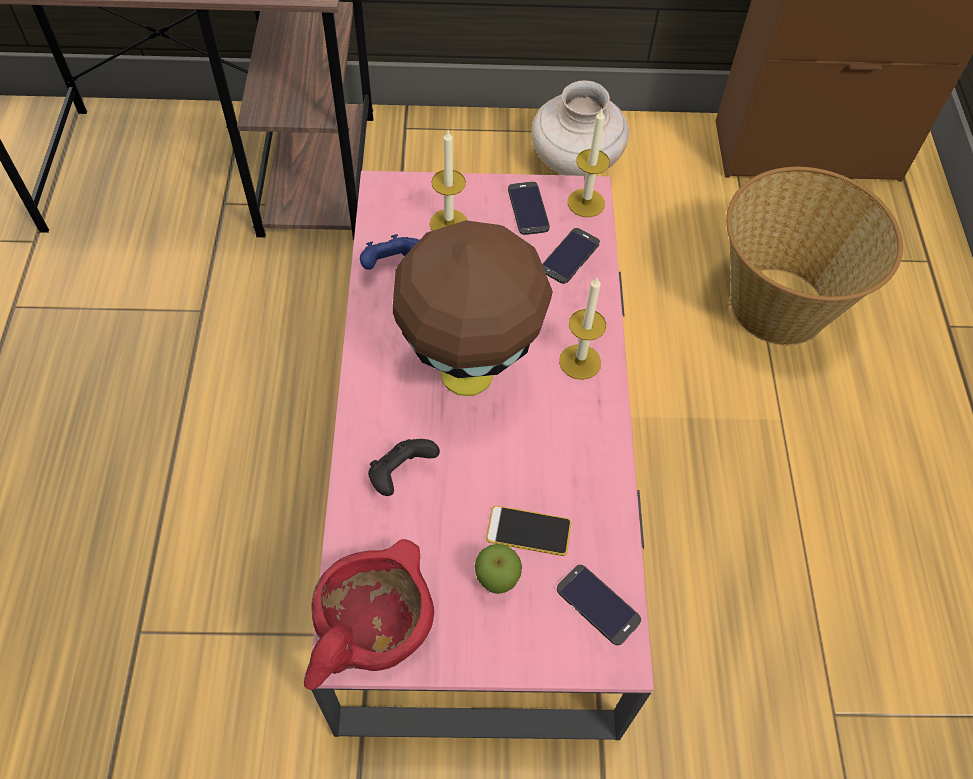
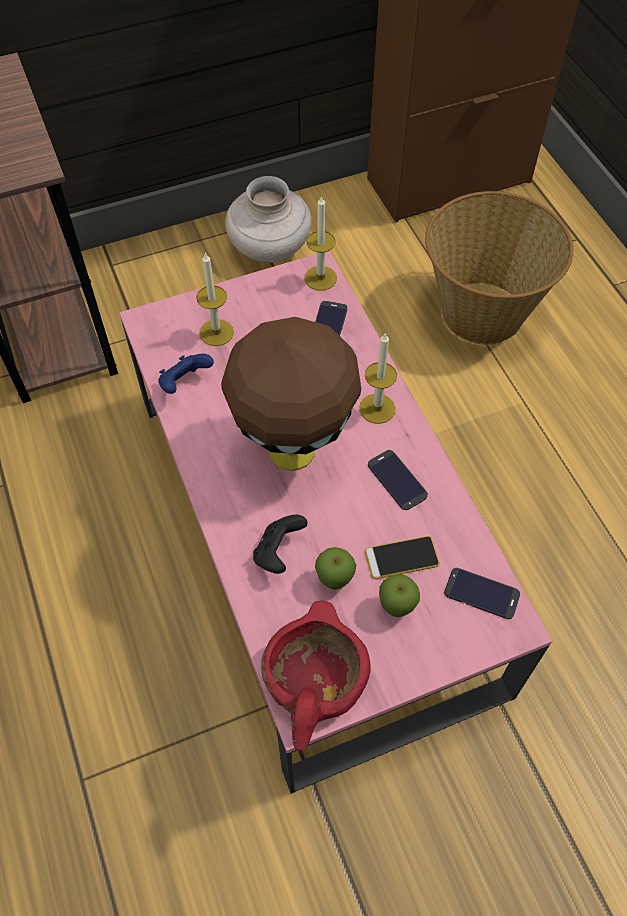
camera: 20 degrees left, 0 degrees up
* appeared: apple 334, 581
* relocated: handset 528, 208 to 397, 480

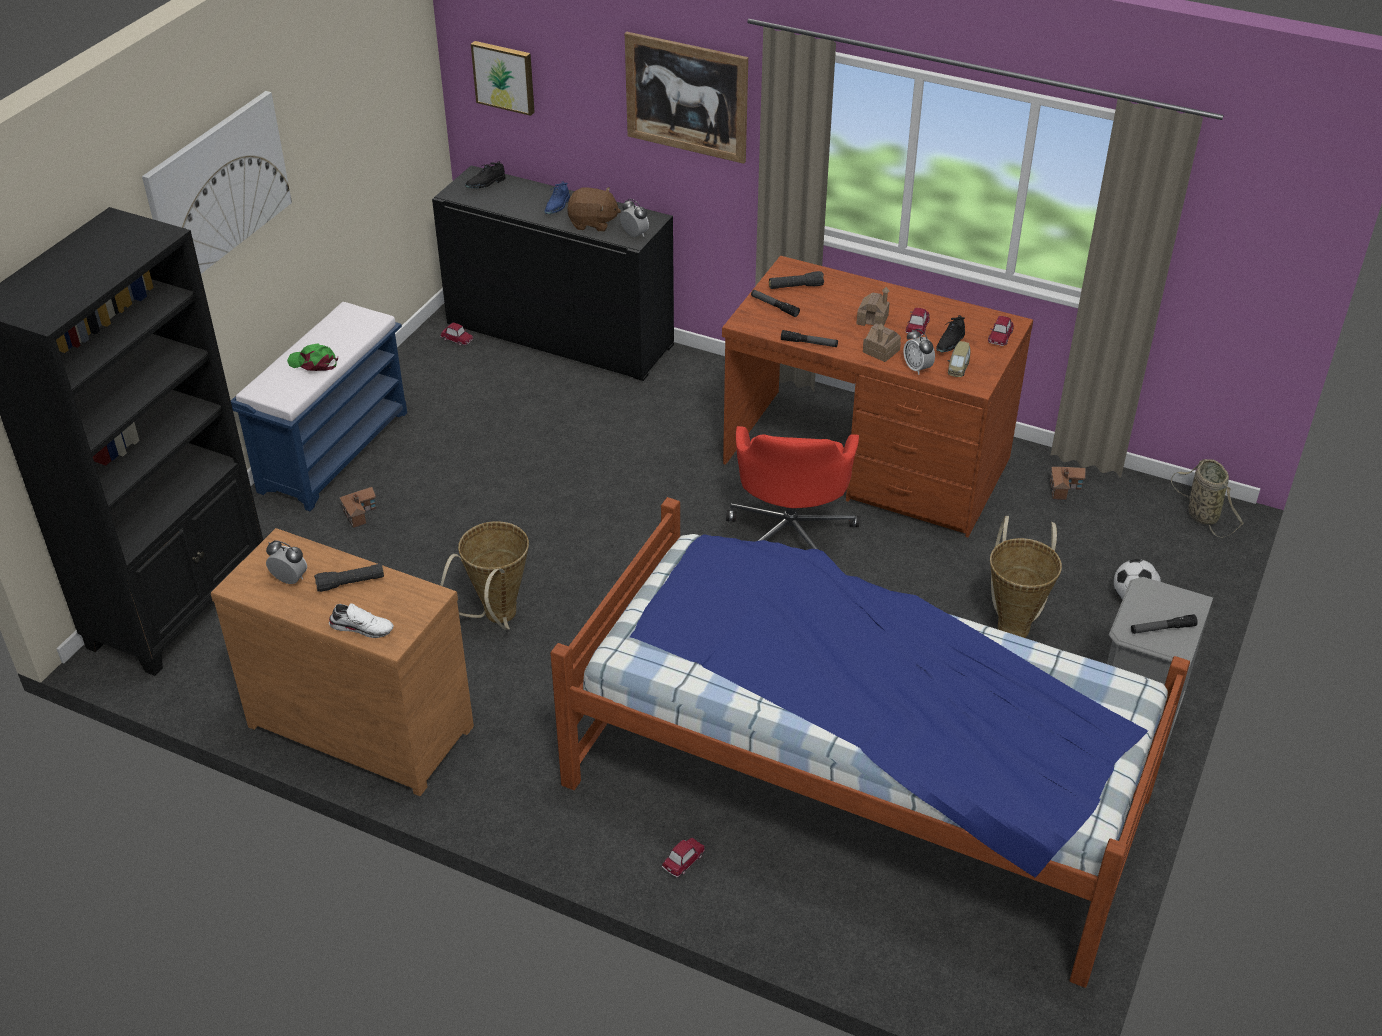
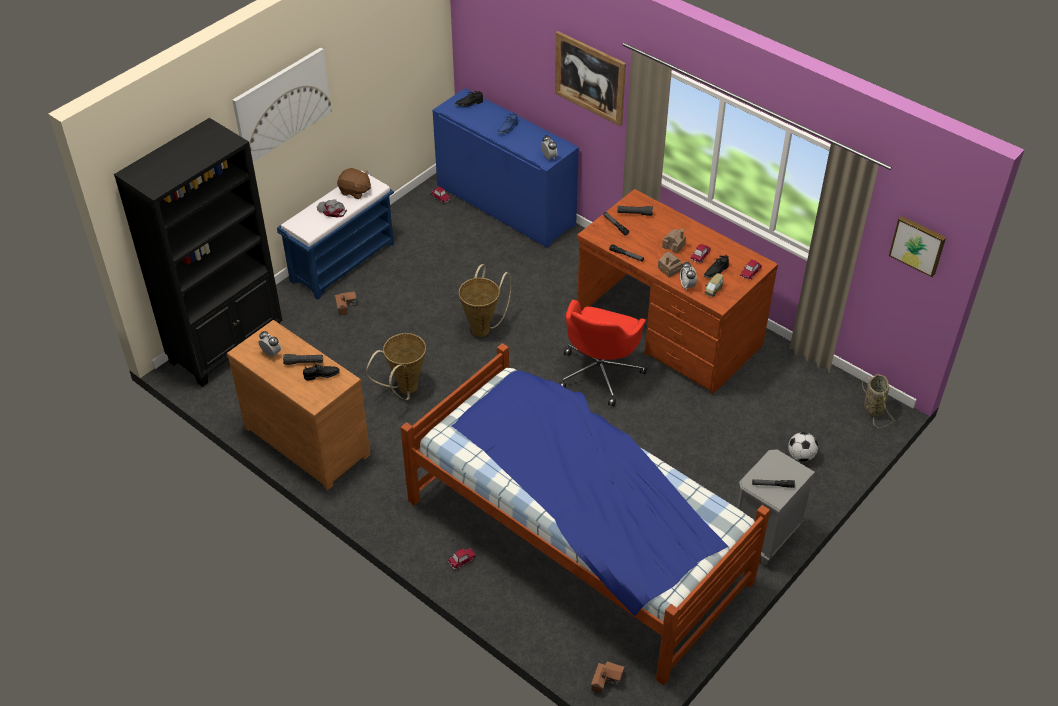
camera: 15 degrees right, 5 degrees up
* missing: white shoe 362, 627
* appeared: black shoe 322, 375
* relocated: wall picture 504, 76 to 918, 245
* relocated: brownish plush toy 593, 223 to 355, 191
* relocated: basket 1014, 624 to 483, 328
* relocated: model house 1065, 486 to 607, 680
* colour: green-coloured baseball cap 313, 363 to greyish baseball cap 332, 210
* colour: black storage cabinet 559, 335 to blue storage cabinet 505, 205

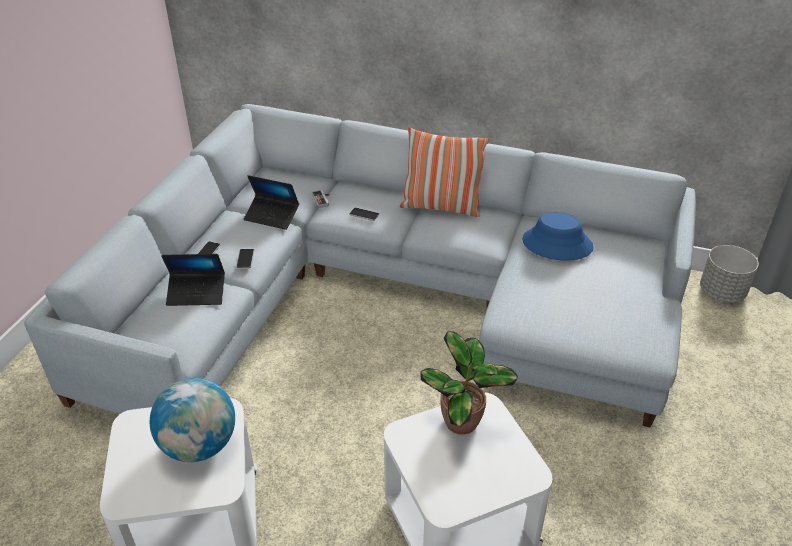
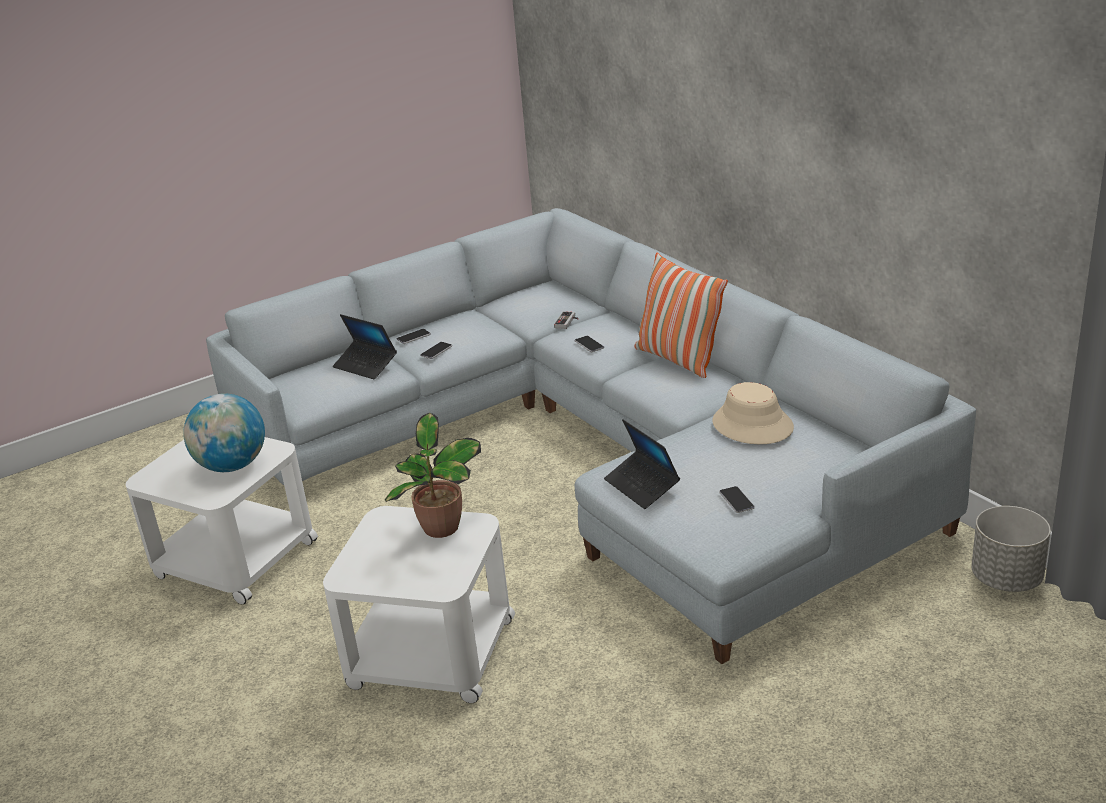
camera: 40 degrees right, 10 degrees down
* appeared: handset 736, 500
* relocated: portable computer 272, 216 to 642, 486
* colour: blue clothing hat 557, 244 to sand-coloured clothing hat 752, 425

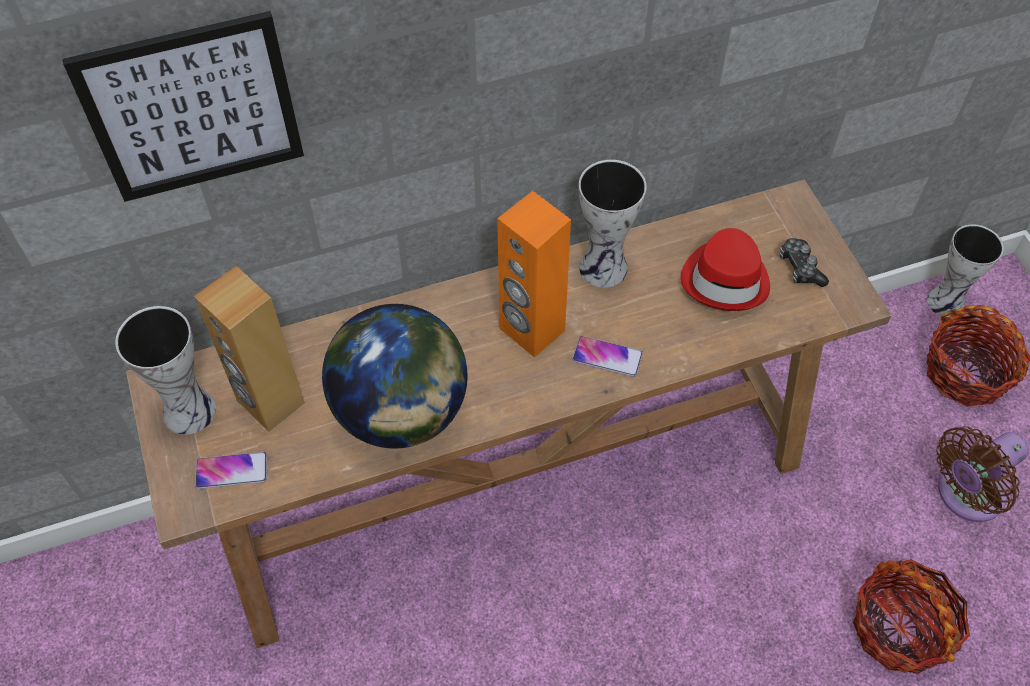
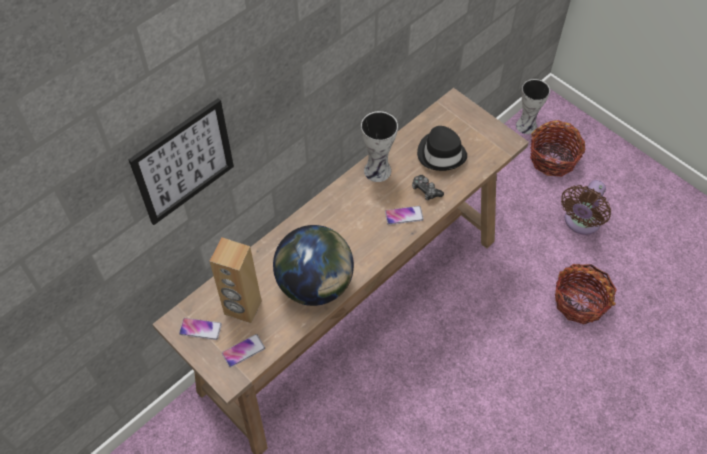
camera: 25 degrees left, 0 degrees up
* missing: orangey speaker 531, 330
* relocated: gamepad 800, 268 to 426, 190
* exchanged: flower vase 189, 408 to handset 200, 329
* colour: red-coloured clothing hat 726, 279 to black clothing hat 441, 153

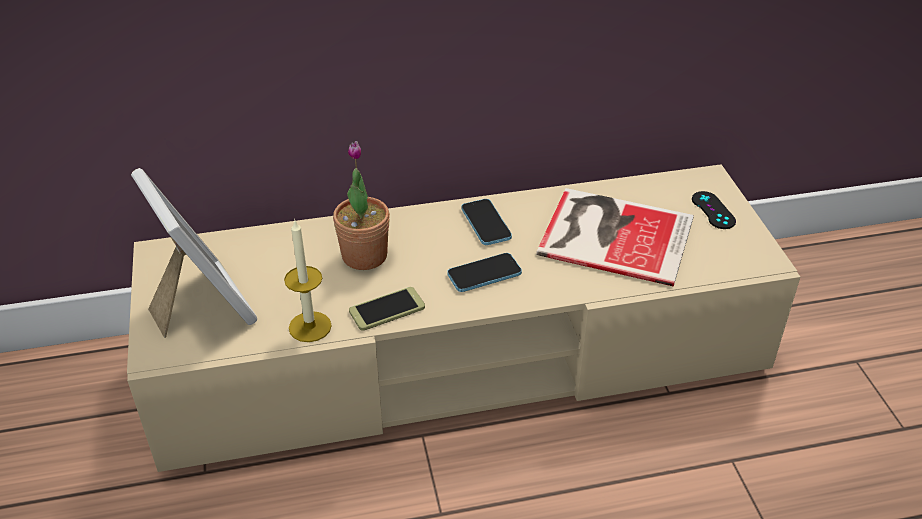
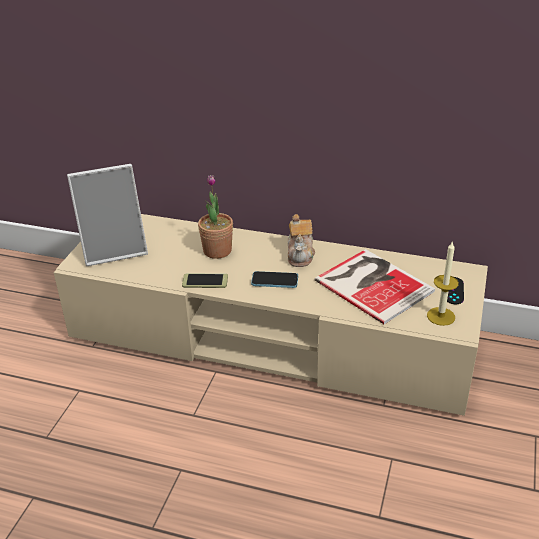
camera: 30 degrees right, 5 degrees down
* relocated: candle 310, 326 to 441, 316
* exchanged: handset 486, 223 to tea pot 300, 255
* spun: photo frame 201, 306 = 114, 249 75 degrees clockwise

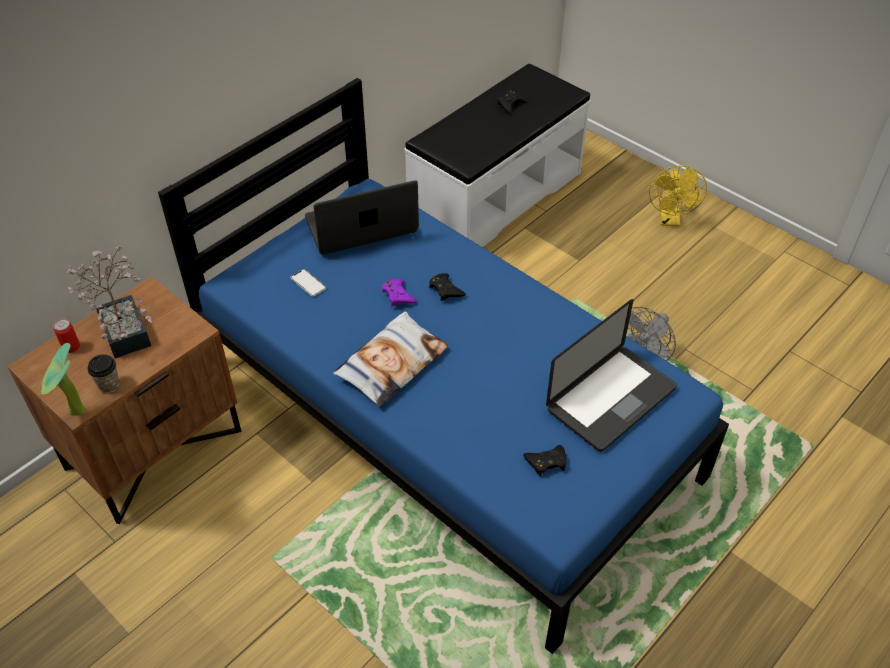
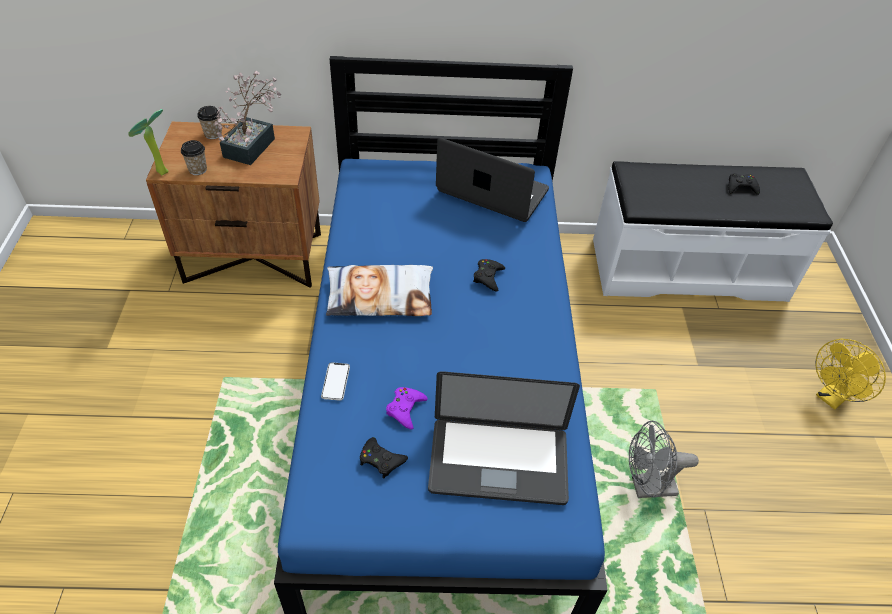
camera: 45 degrees right, 0 degrees up
* relocated: handset 308, 283 to 335, 382
* relocated: purple gamepad 398, 295 to 405, 409
* exchanged: metal can 71, 347 to small cup 213, 134

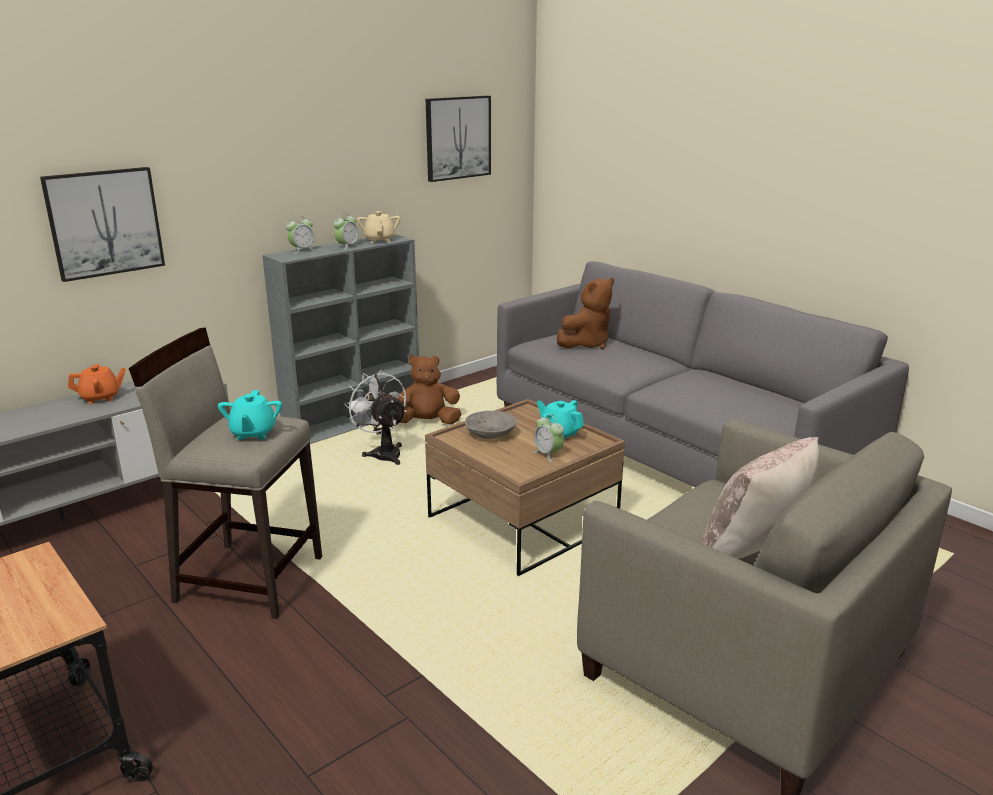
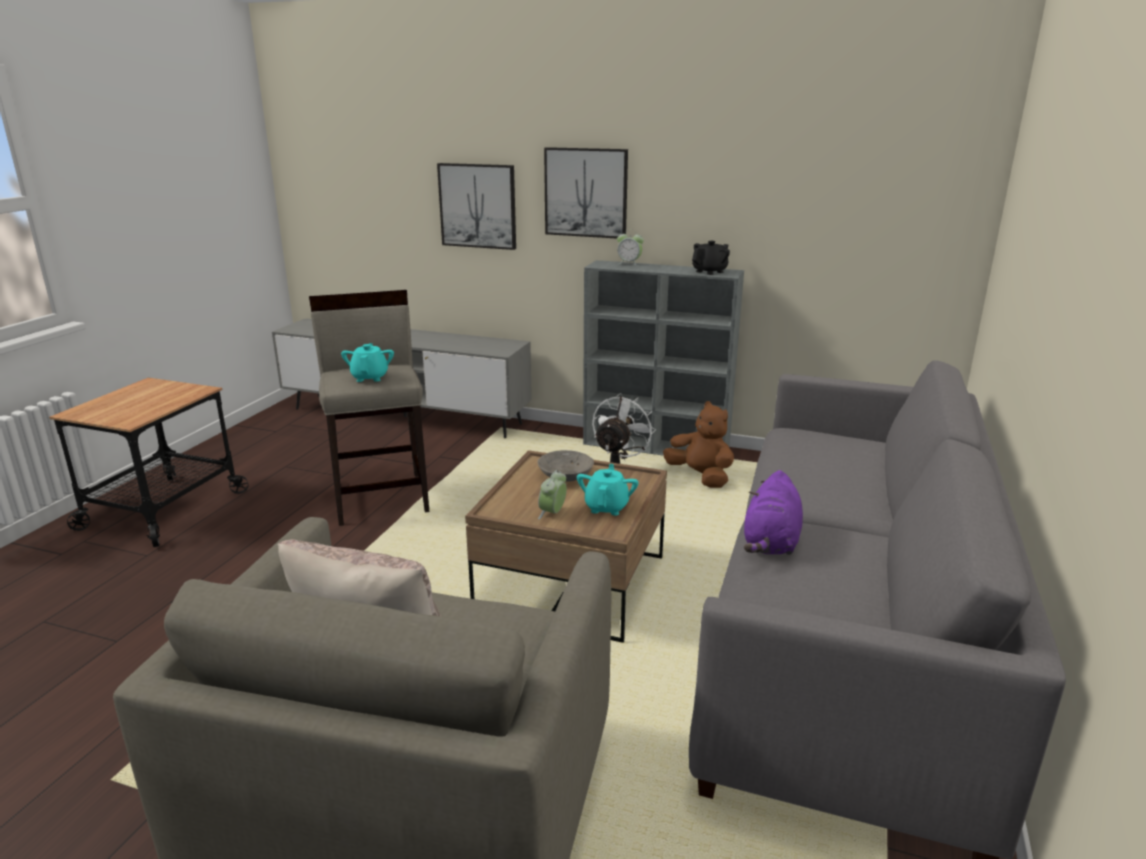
camera: 60 degrees right, 0 degrees up
* missing: orangey tea pot 101, 398
* missing: alarm clock 347, 247
* missing: brownish plush toy 586, 344
* appeared: purple plush toy 771, 543
* relocated: wall picture 457, 138 to 586, 192
* colour: sand-coloured tea pot 380, 240 to black tea pot 710, 272
* spun: blue-green tea pot 253, 433 = 370, 377 120 degrees clockwise

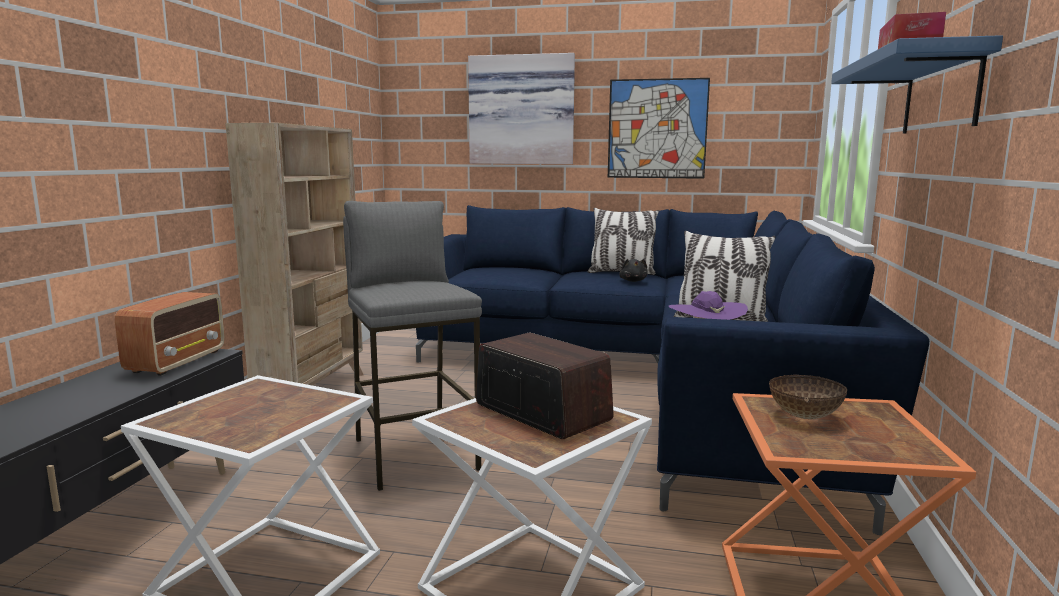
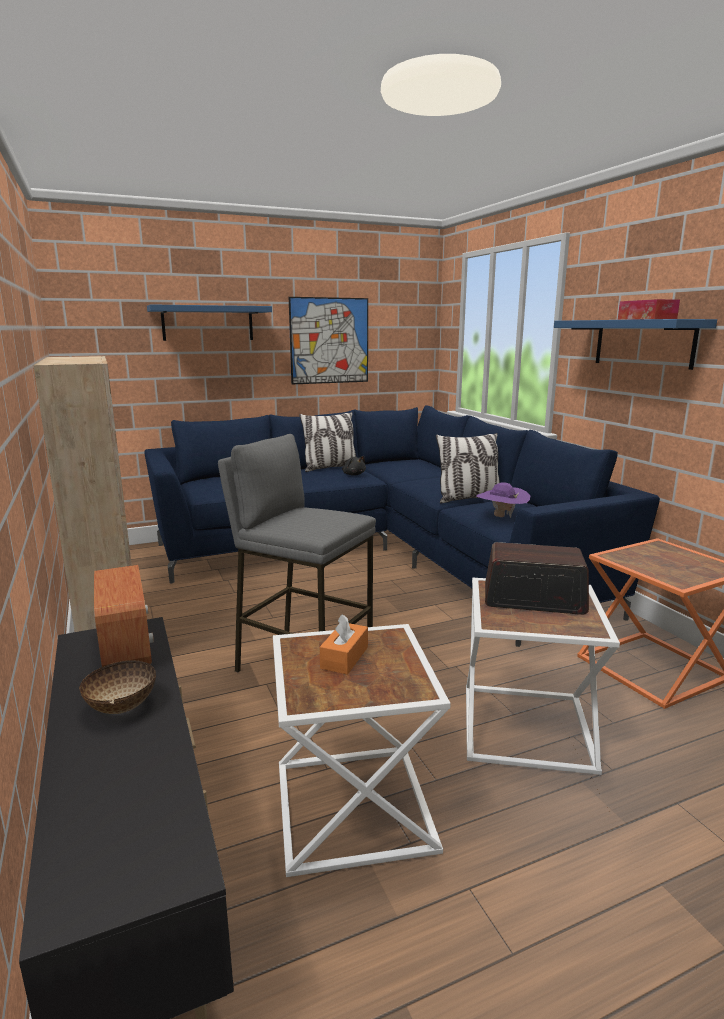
camera: 35 degrees left, 5 degrees up
* appeared: orangey box of tissues 344, 658
* relocated: deep dish 803, 416 to 121, 706
* exchanged: wall picture 522, 110 to blue bracket shelf 208, 323

